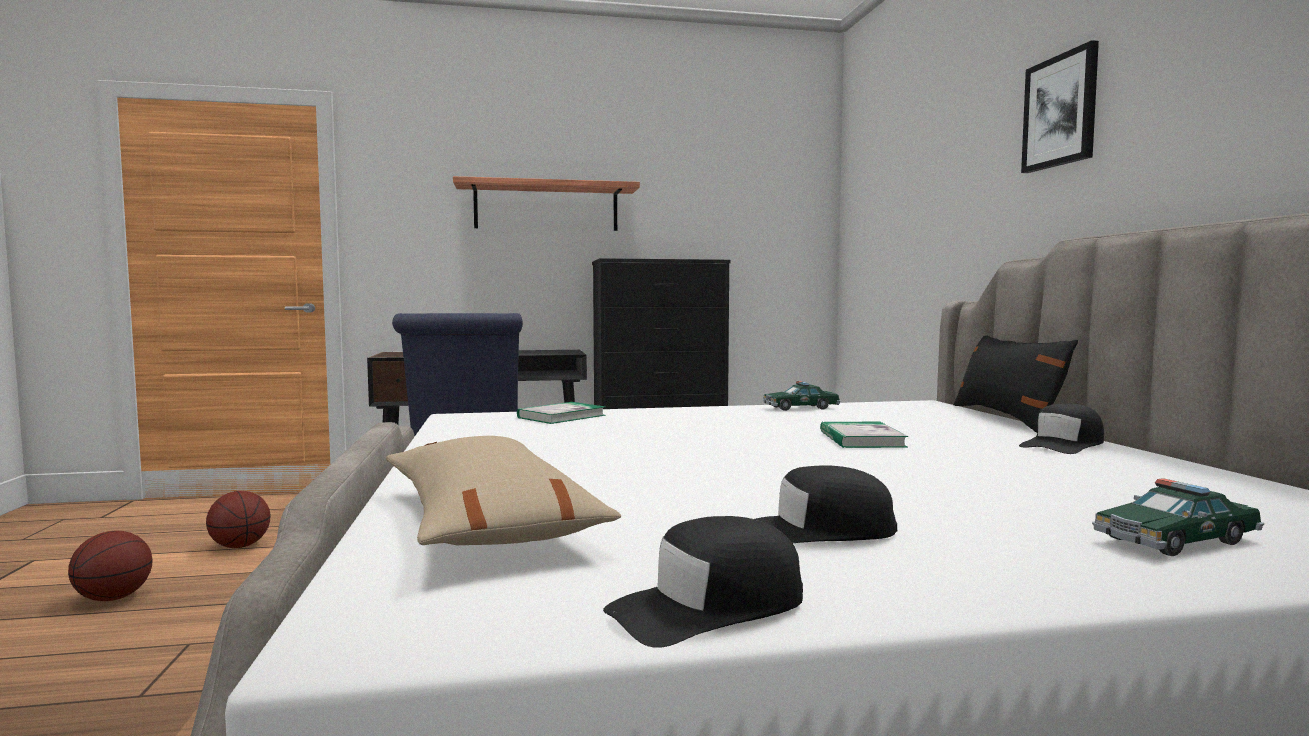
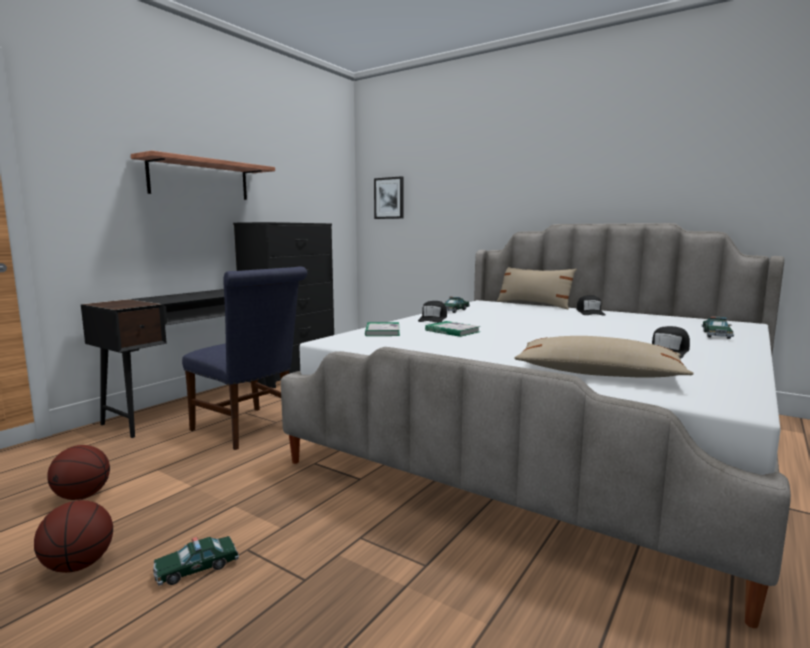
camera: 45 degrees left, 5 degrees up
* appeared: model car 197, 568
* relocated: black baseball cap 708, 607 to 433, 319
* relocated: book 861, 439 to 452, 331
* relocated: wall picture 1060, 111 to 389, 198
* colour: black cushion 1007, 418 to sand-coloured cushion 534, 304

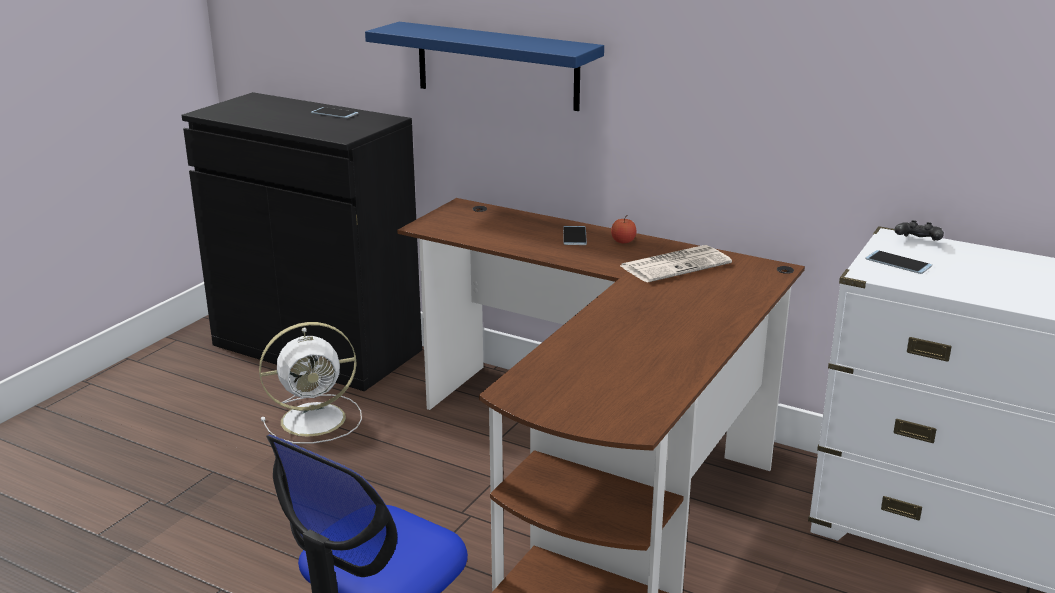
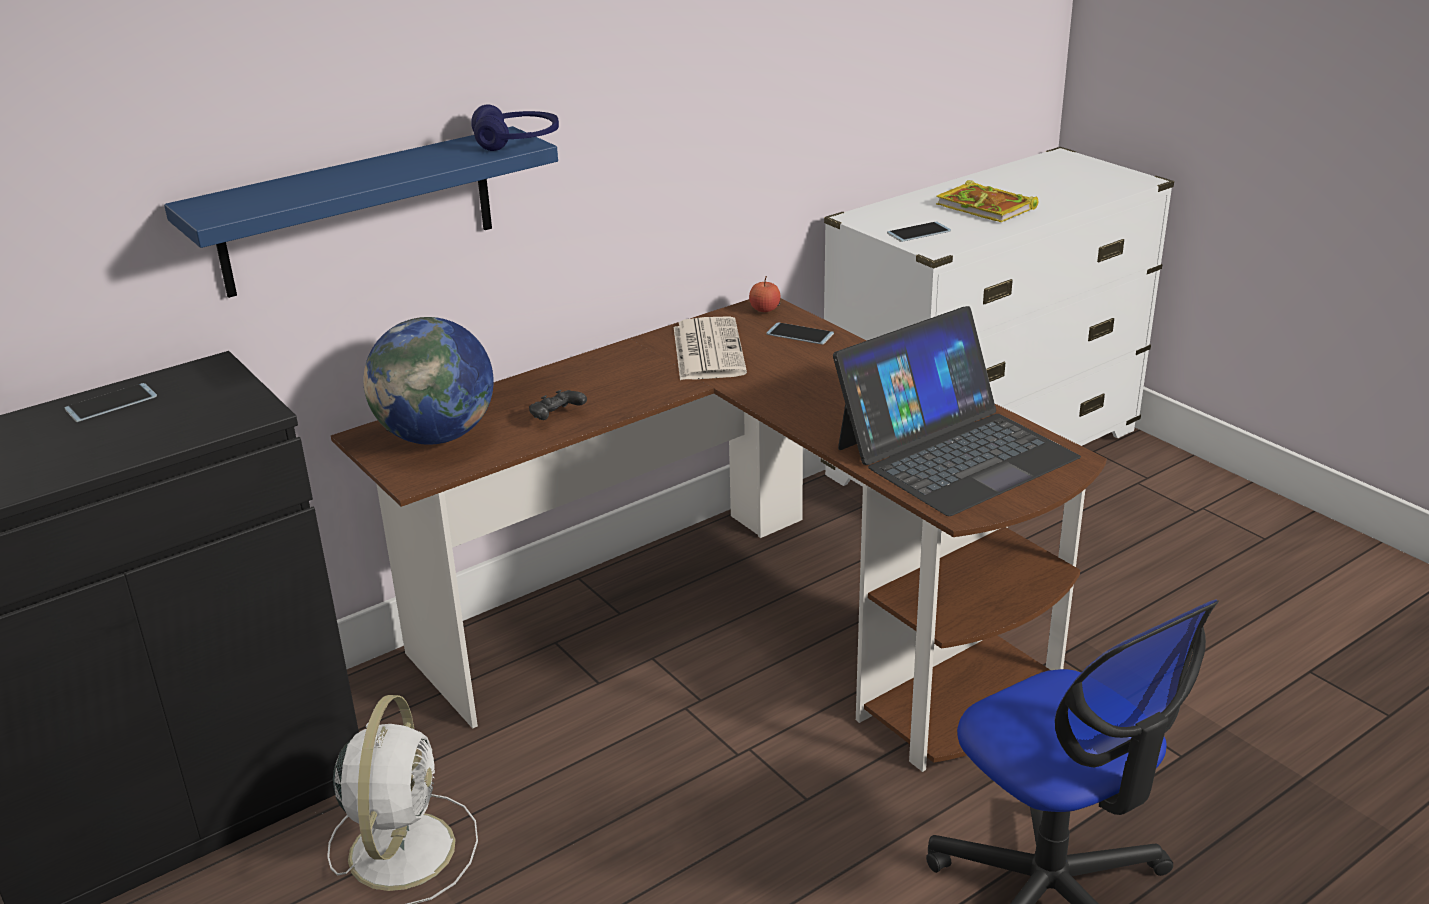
camera: 65 degrees left, 5 degrees up
* appeared: world globe 437, 436
* appeared: blue headset 517, 142
* appeared: portable computer 954, 452
* appeared: book 987, 207
* relocated: handset 574, 236 to 799, 334
* relocated: apple 623, 241 to 764, 309
* relocated: black gamepad 917, 241 to 556, 417

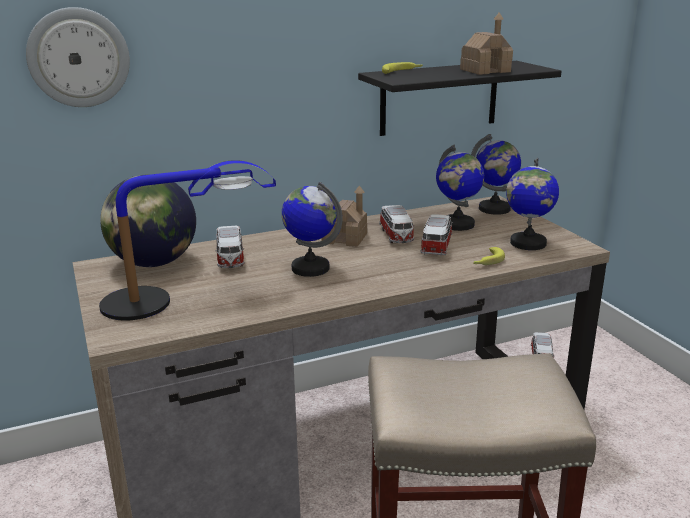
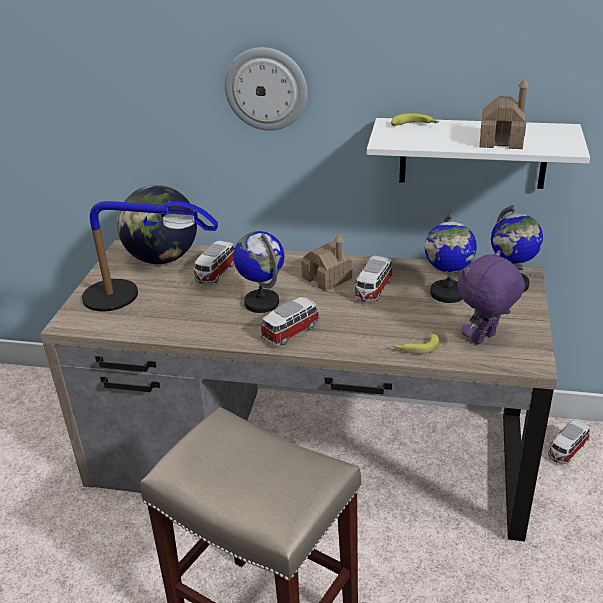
camera: 35 degrees right, 10 degrees up
* relocated: clock on the wall 79, 58 to 266, 89
* relocated: model car 436, 247 to 292, 331
* exchanged: world globe 527, 243 to purple plush toy 484, 339
* colour: black bracket shelf 439, 98 to white bracket shelf 472, 153

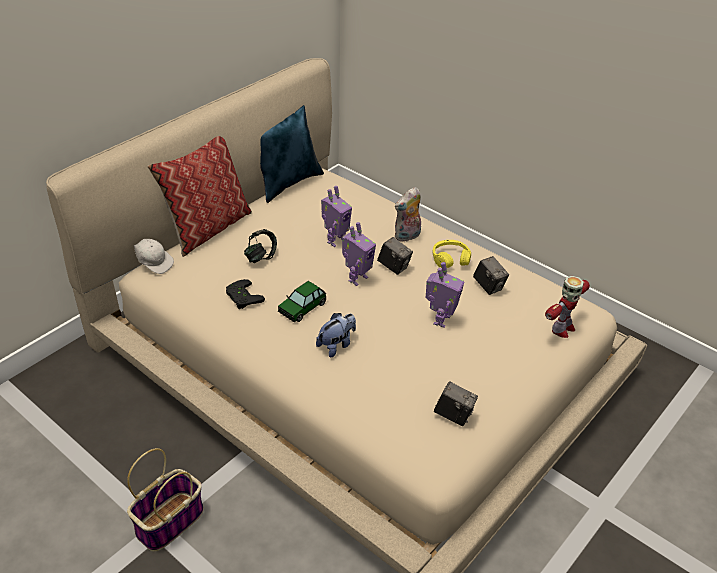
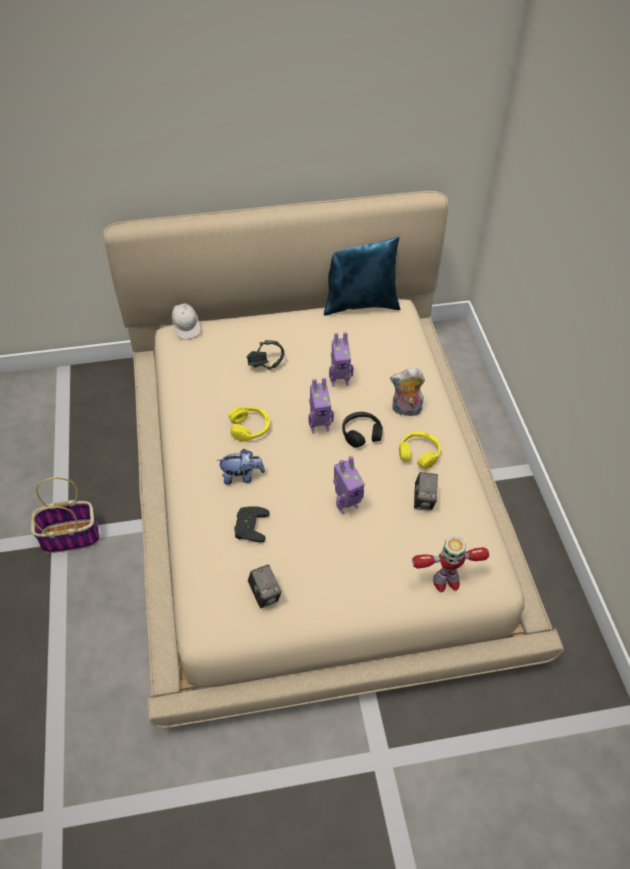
camera: 40 degrees right, 10 degrees up
* missing: cushion 207, 228
* relocated: black gamepad 242, 297 to 249, 526
* exchanged: model car 302, 307 to yellow headset 250, 428
* exchanged: photo camera 394, 267 to black headset 361, 433

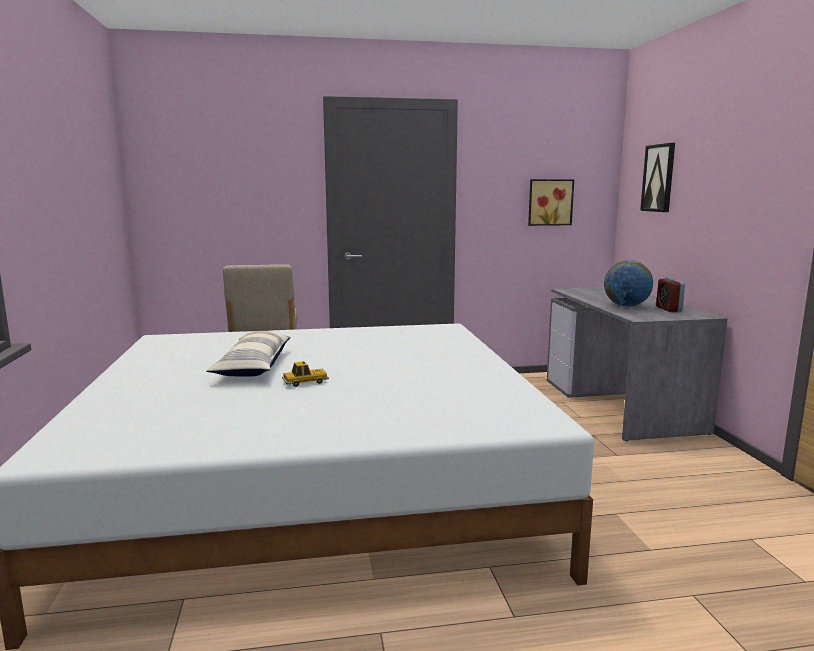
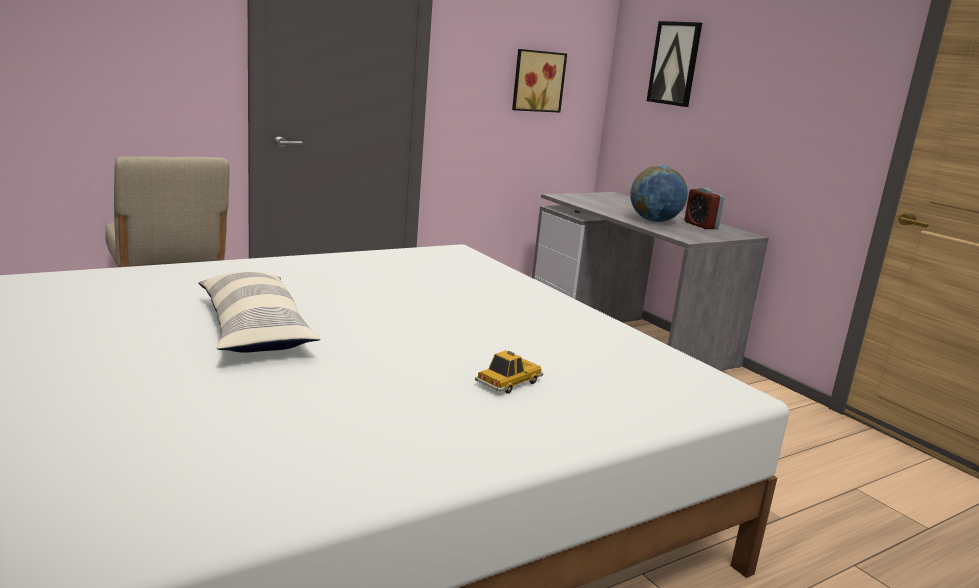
camera: 25 degrees left, 5 degrees up
* relocated: model car 305, 382 to 508, 382

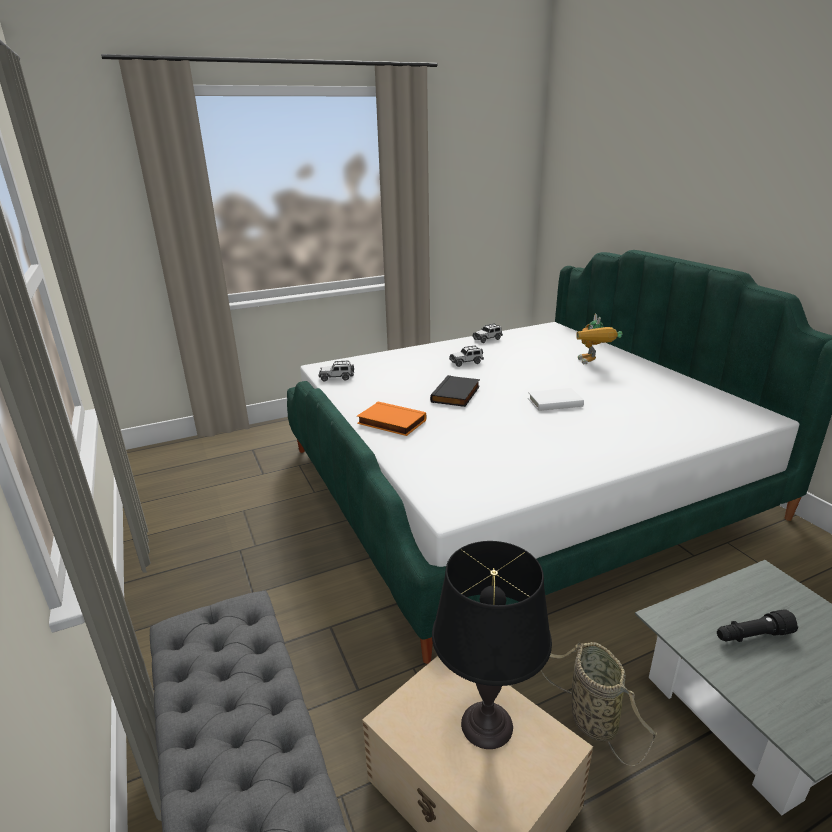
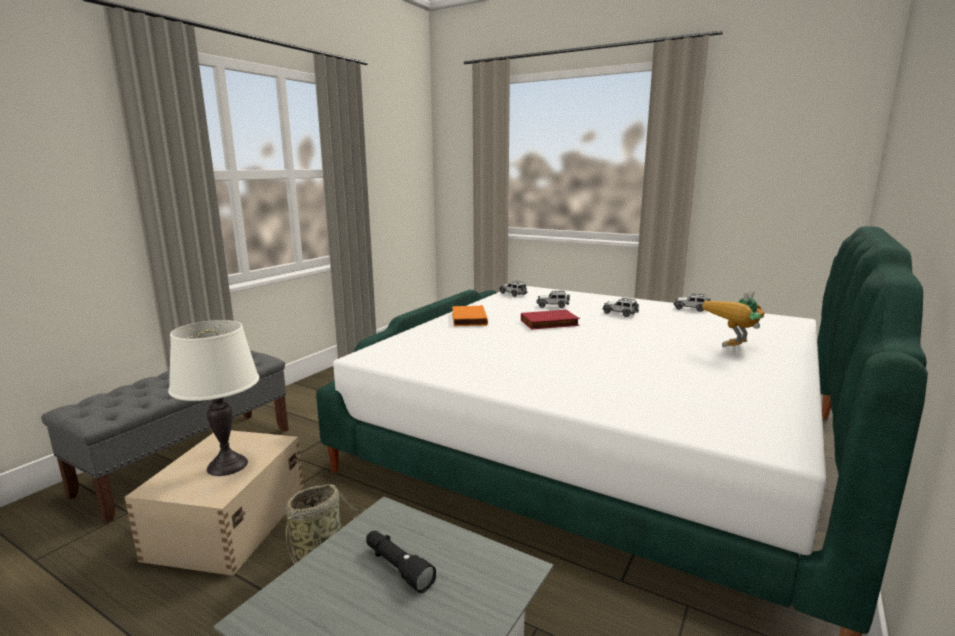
camera: 55 degrees right, 10 degrees down
* missing: white book 555, 402
* appeared: model car 552, 306
* colour: black book 457, 394 to red-coloured book 549, 323
* colour: black table lamp 487, 724 to white table lamp 227, 465

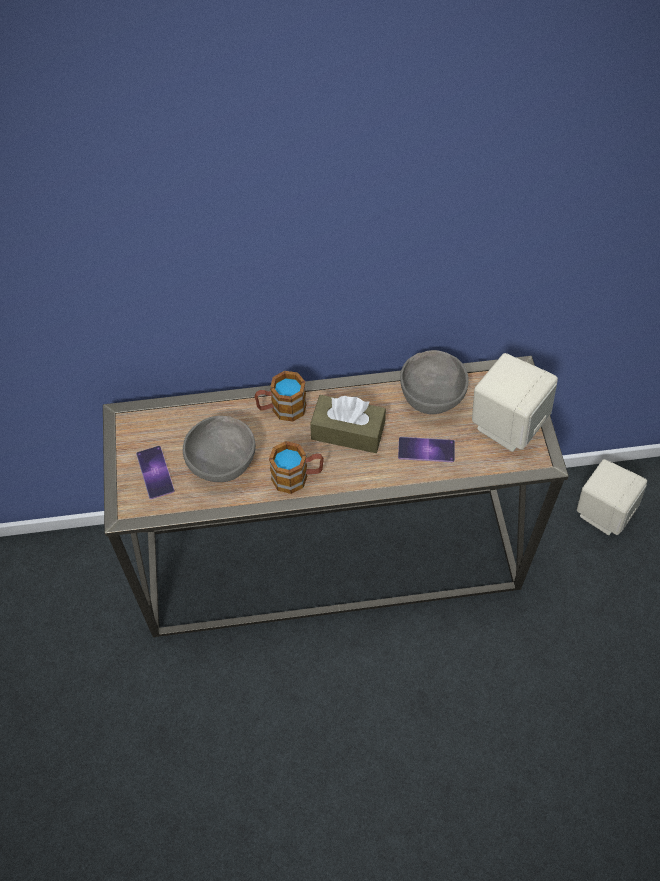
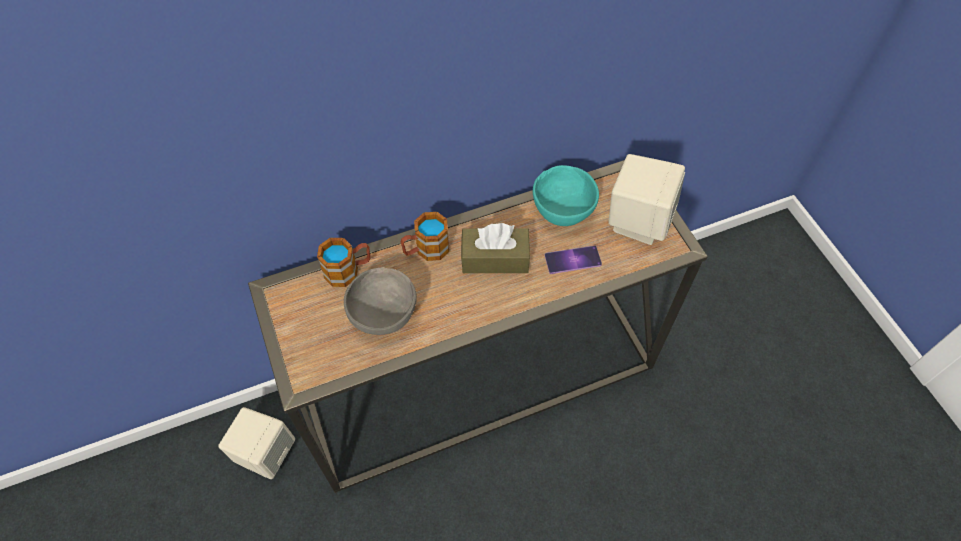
camera: 15 degrees left, 0 degrees up
* missing: handset 155, 472
* relocated: coffee mug 297, 477 to 348, 270
* relocated: sand-coloured speaker 602, 512 to 266, 453
* colour: greyish deep dish 432, 397 to blue-green deep dish 563, 210

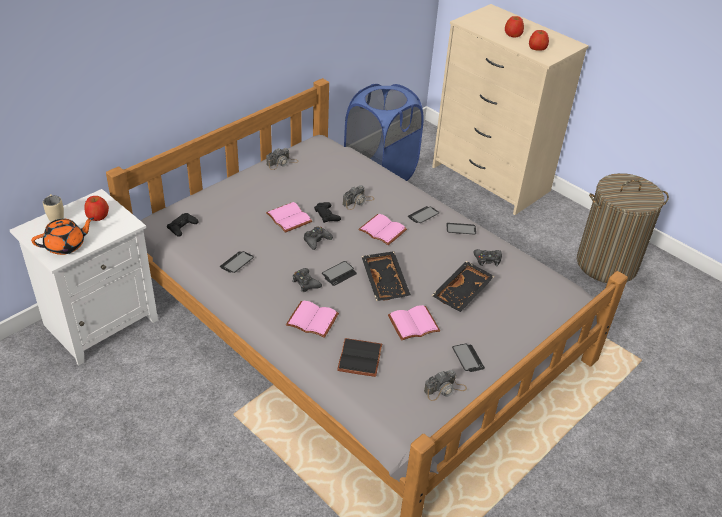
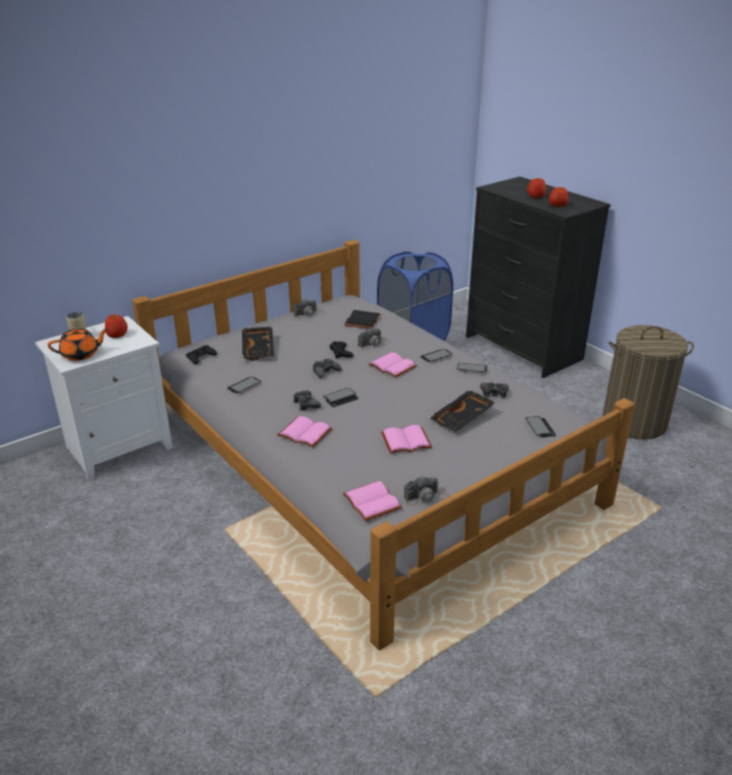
camera: 10 degrees right, 10 degrees down
* relocated: pink-coloured book 287, 218 to 370, 502
* relocated: black book 361, 359 to 363, 321
* relocated: black tray 386, 282 to 259, 349
* relocated: handset 468, 358 to 540, 427
* colour: sand-coloured dresser 490, 179 to black dresser 522, 348

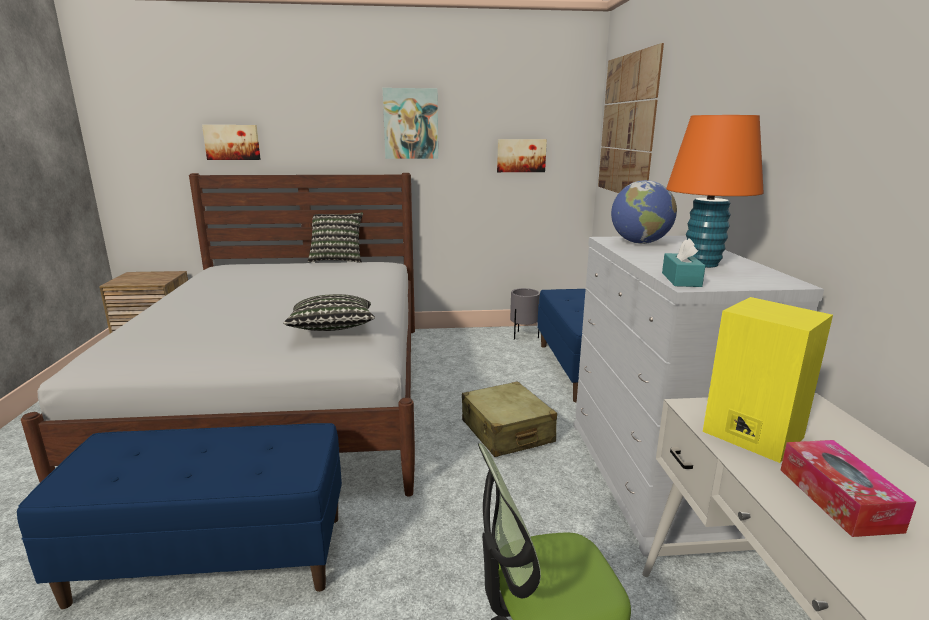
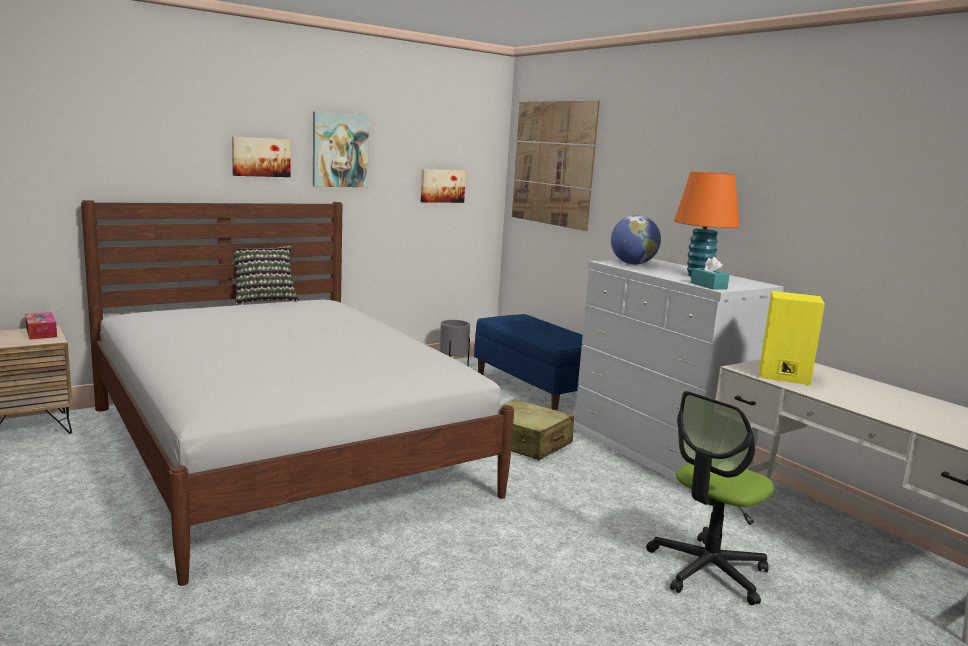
camera: 30 degrees left, 5 degrees down
* missing: blue long seat 214, 557
* missing: cushion 332, 329
* relocated: wall picture 232, 142 to 261, 157
* relocated: box of tissues 837, 499 to 41, 332

